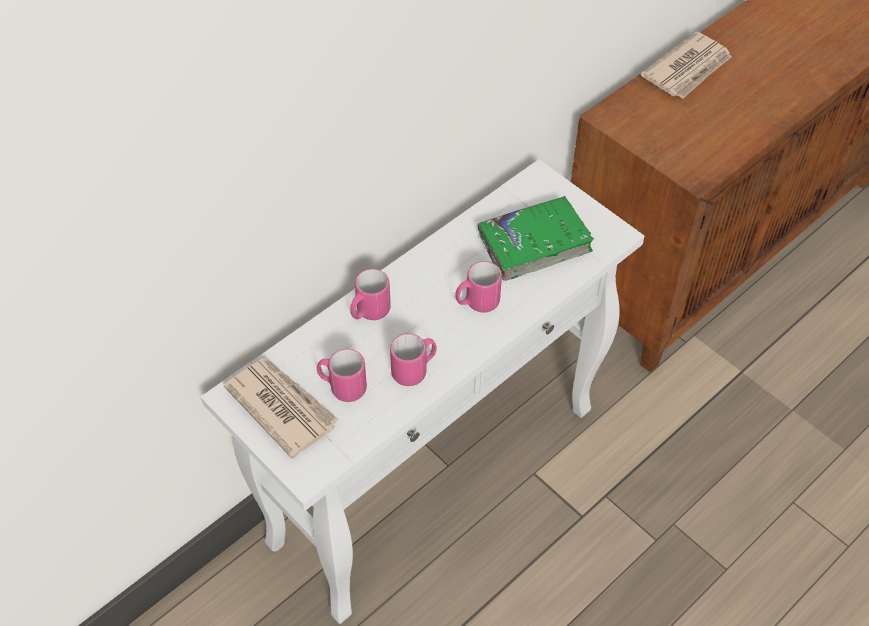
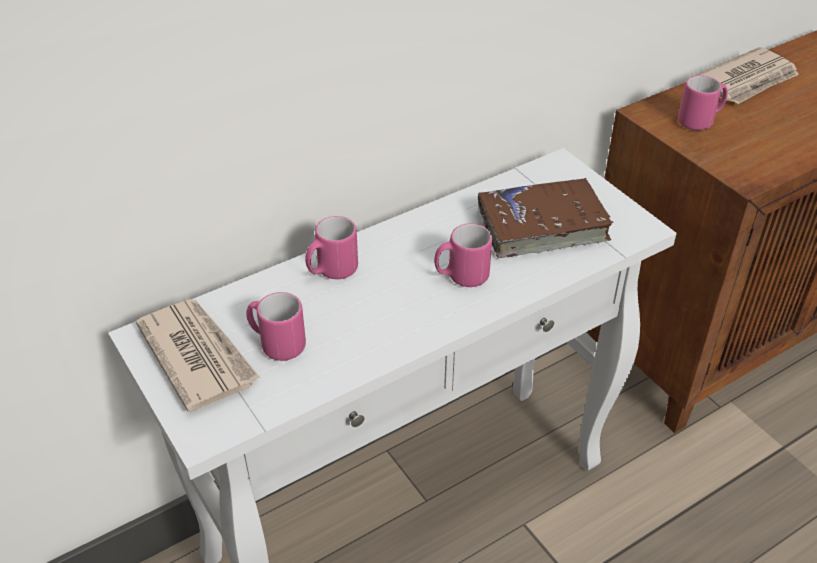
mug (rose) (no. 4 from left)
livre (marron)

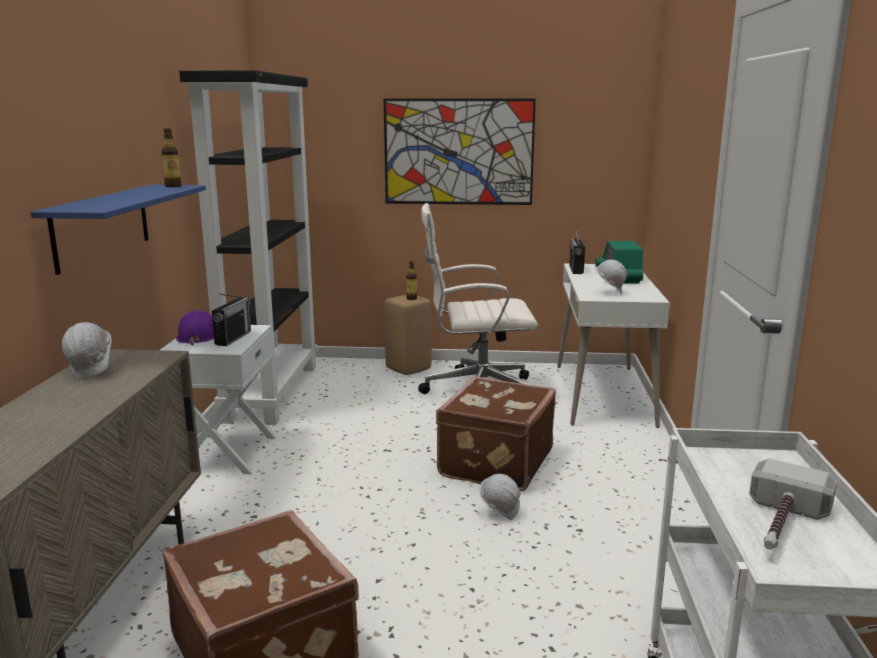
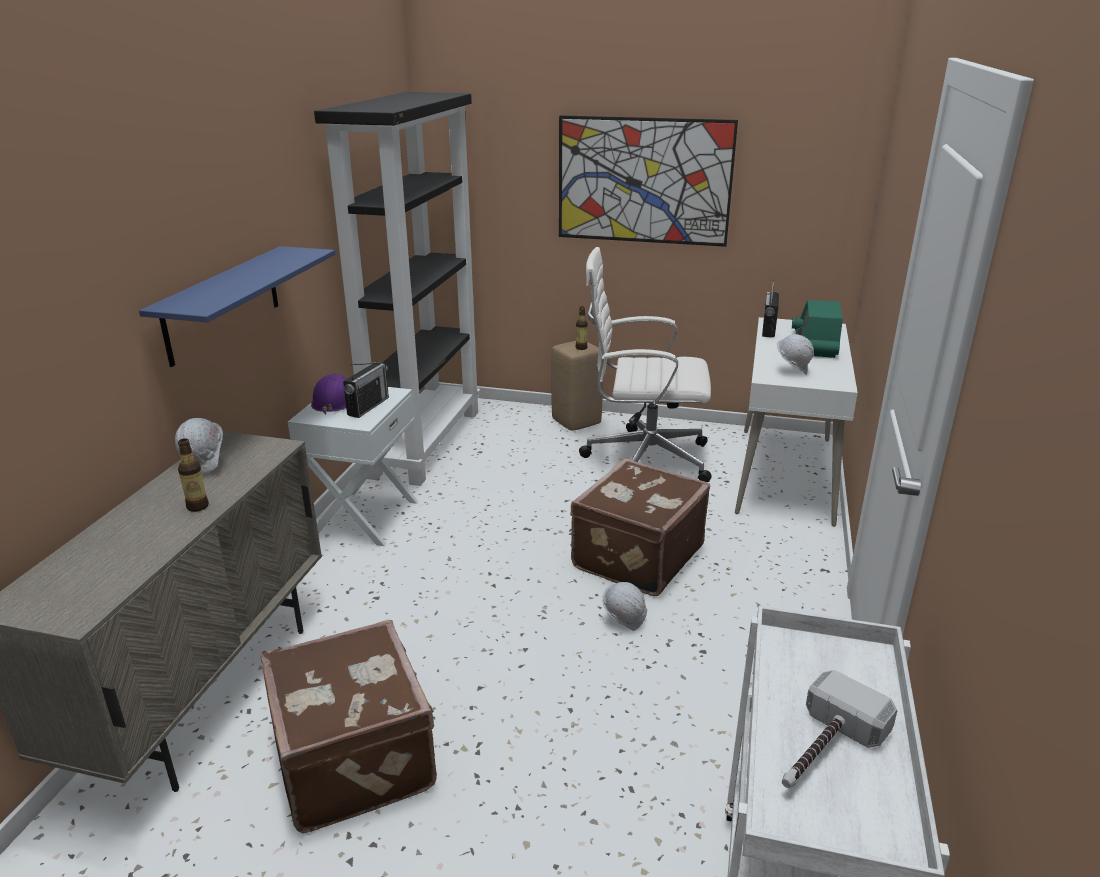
bouteille (no. 1 from left)

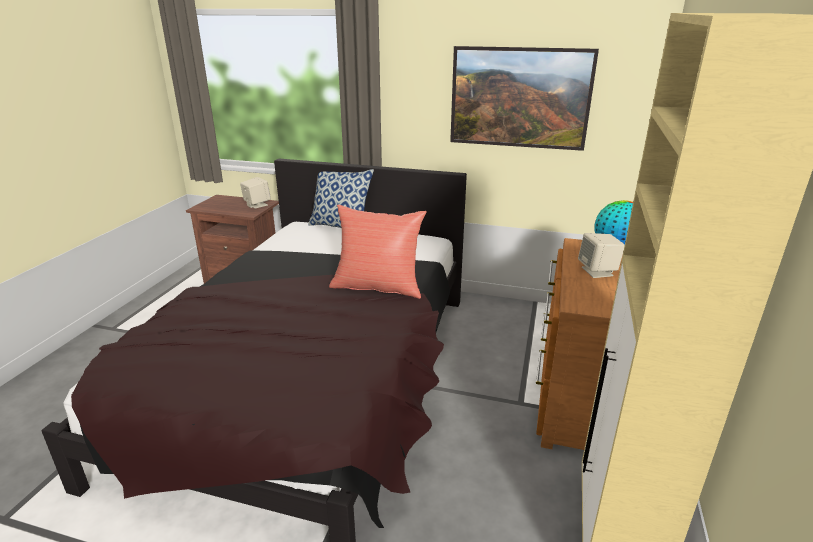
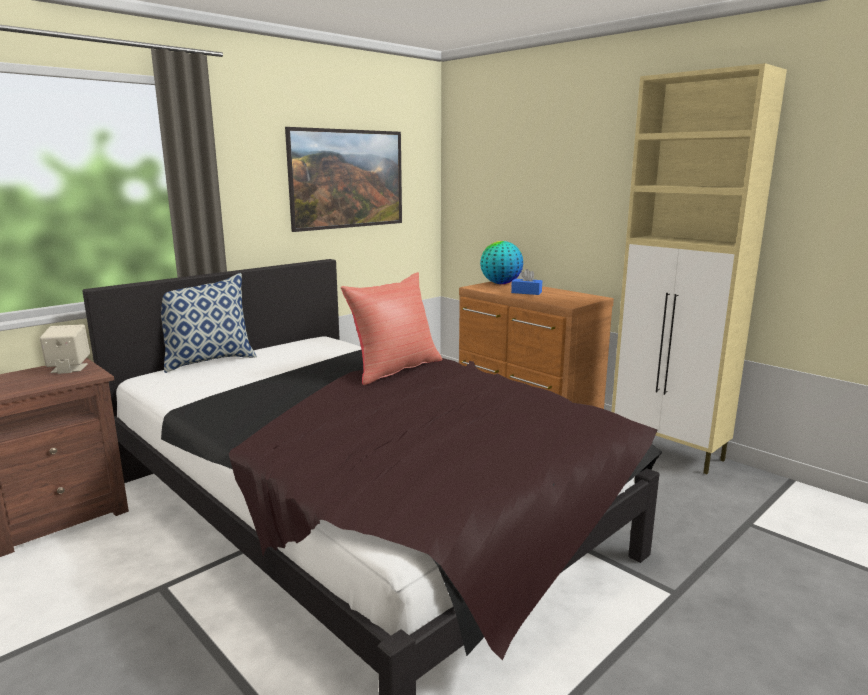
boîte à mouchoirs (bleu)

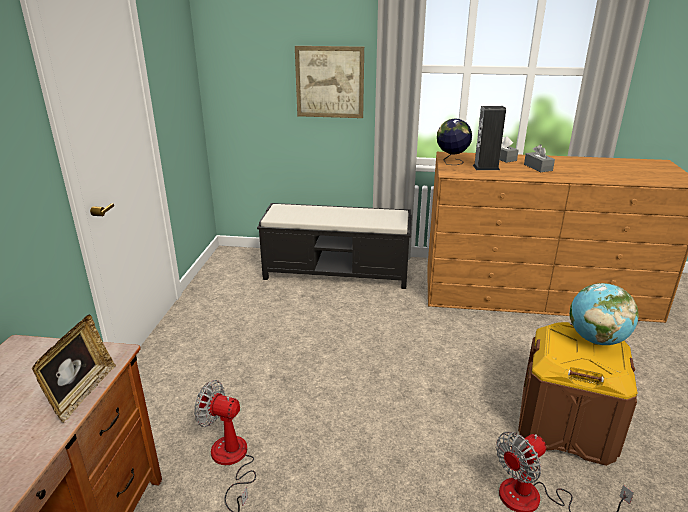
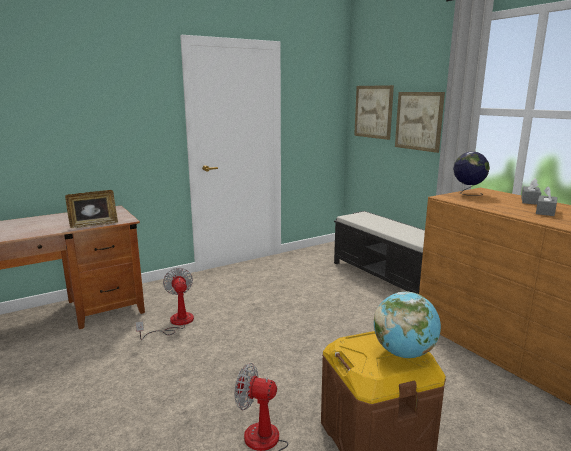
enceinte
tableau (no. 1 from left)

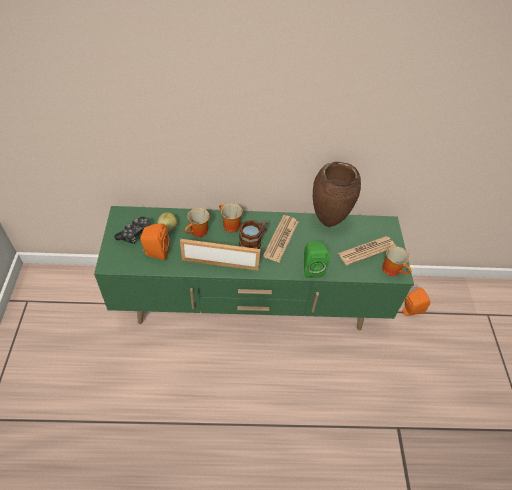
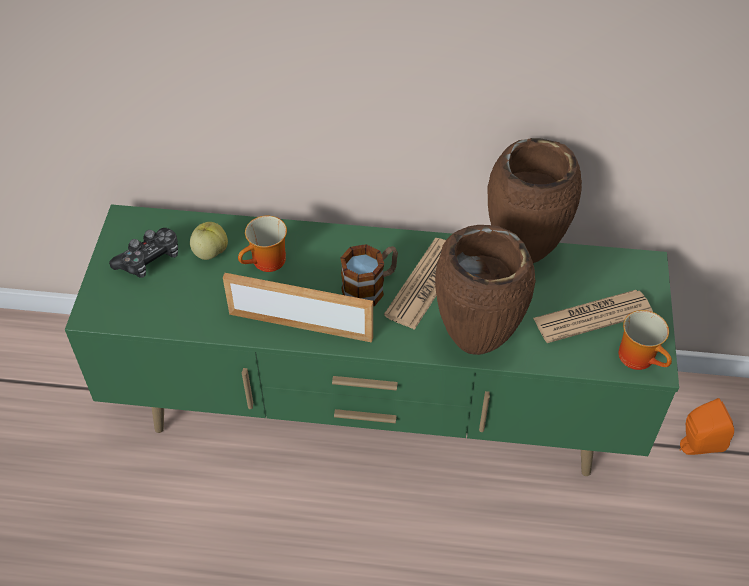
enceinte (orange) (no. 1 from left in the first image)
mug (no. 2 from left in the first image)
vase (marron) (no. 1 from left)

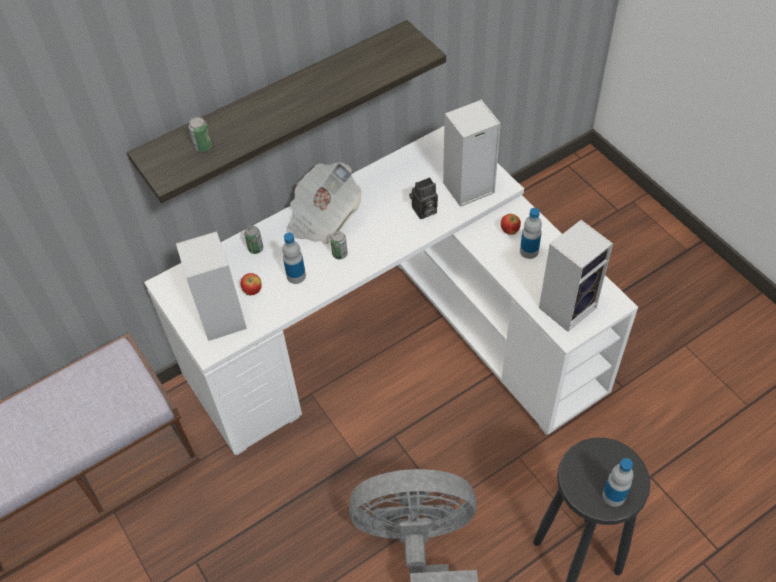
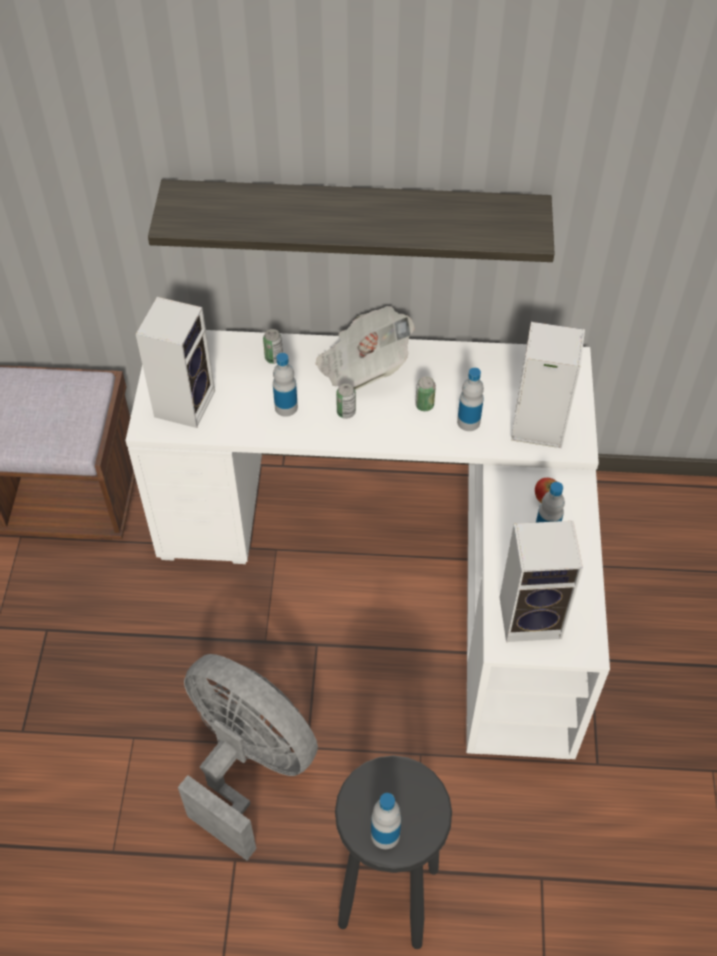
pomme (no. 1 from left in the first image)
boîte métallique (no. 3 from left)
bouteille (no. 3 from left)

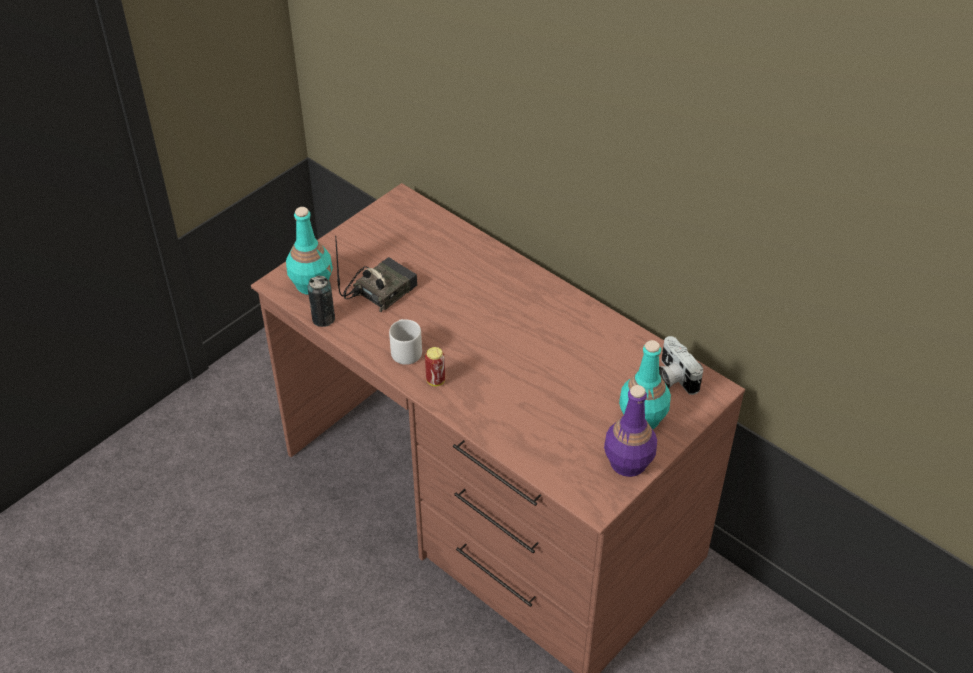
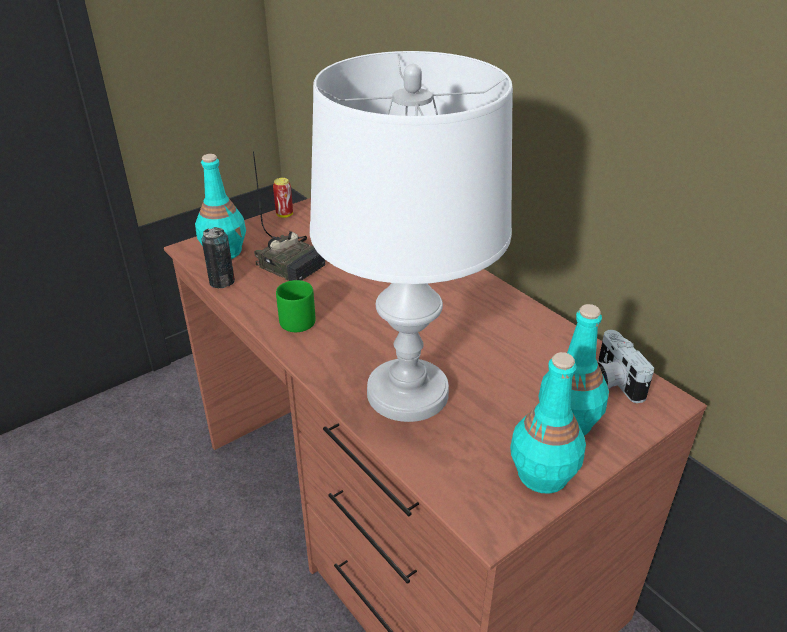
lampe de table (blanc)
boîte métallique (no. 2 from left)
mug (vert)
bouteille (turquoise) (no. 2 from left)
radio

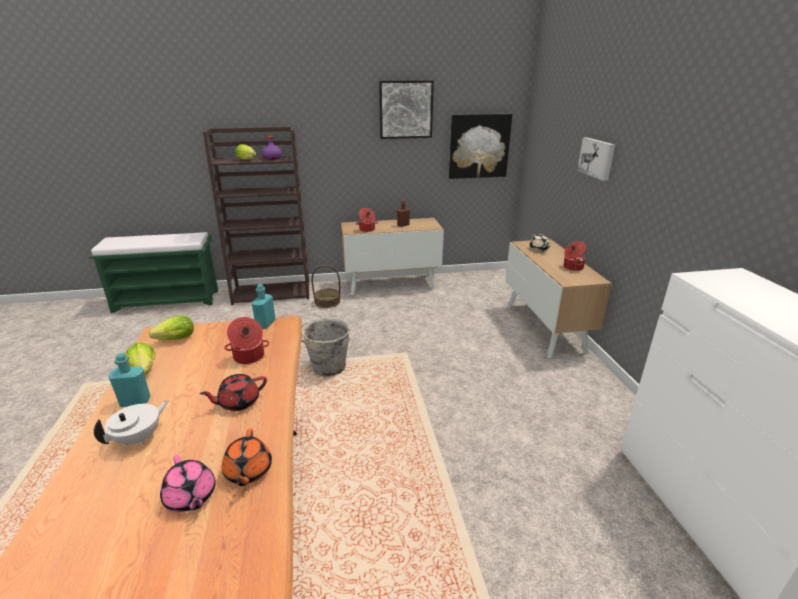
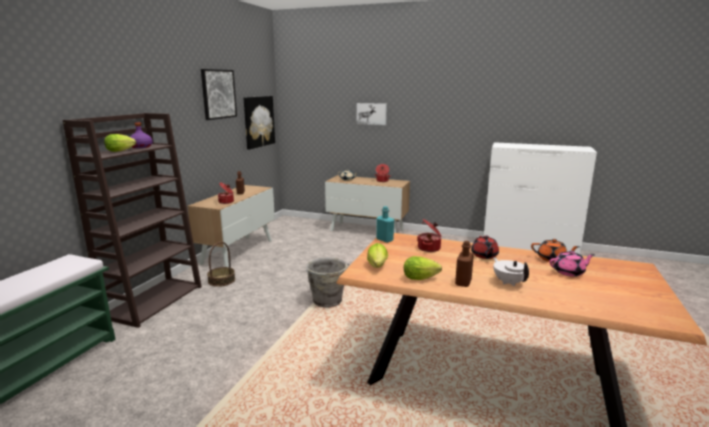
bouteille (marron) (no. 2 from left)

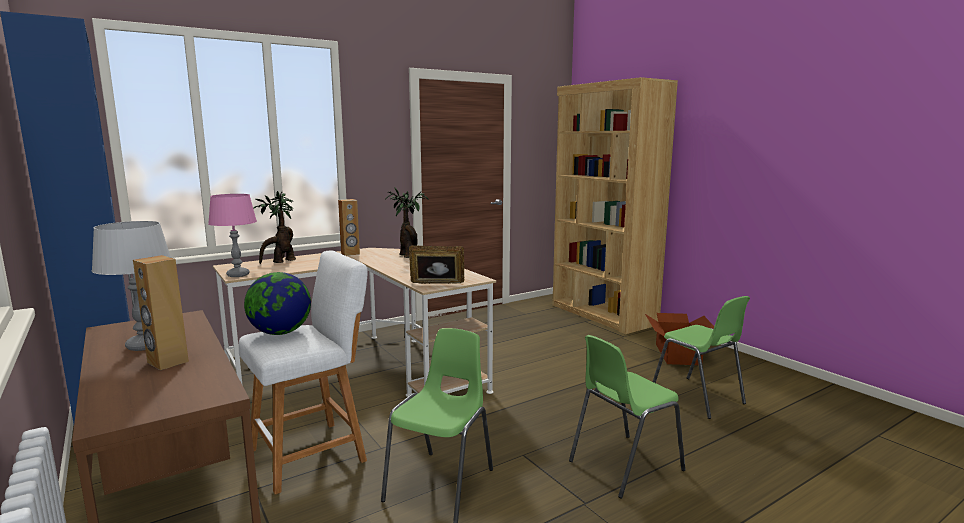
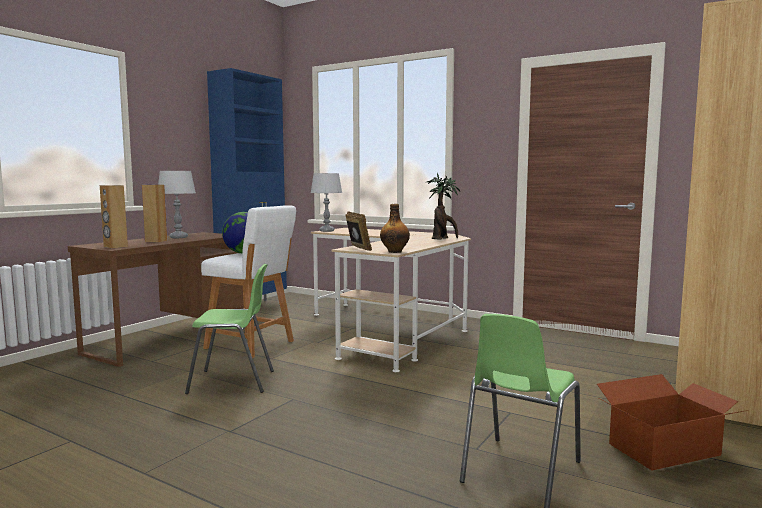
plante en pot (no. 1 from left in the first image)
chaise (vert) (no. 2 from left in the first image)
bouteille
enceinte (marron) (no. 1 from left)
lampe de table (gris) (no. 2 from left)

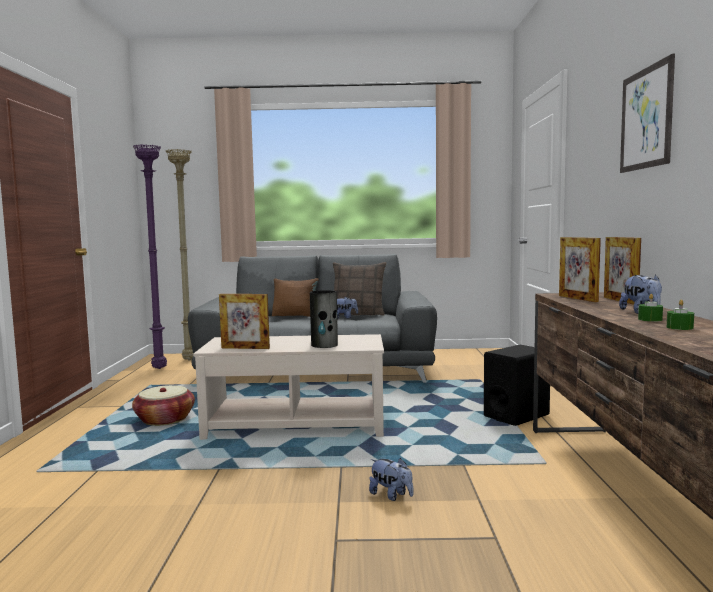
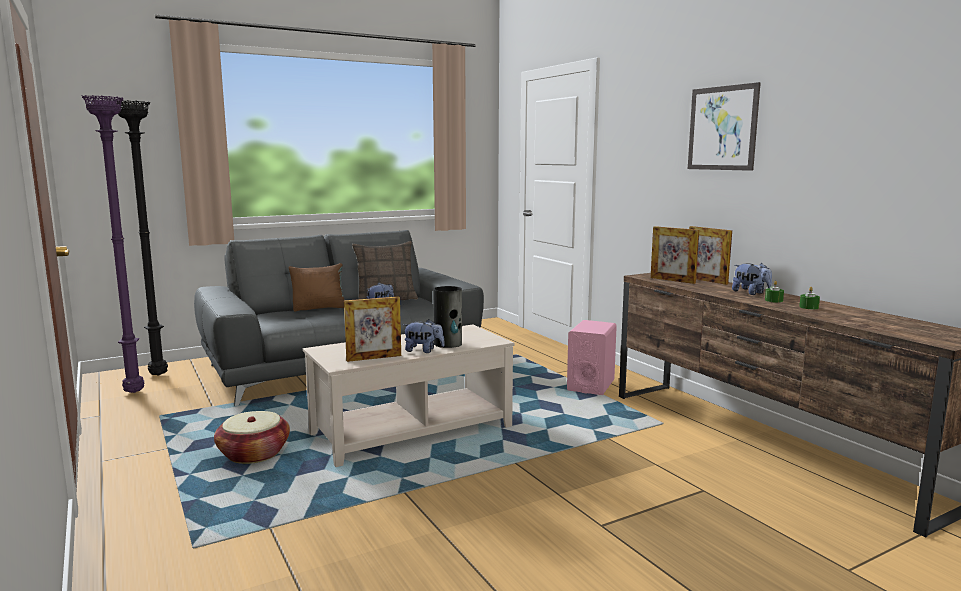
peluche (no. 2 from left)
lampadaire (noir)
enceinte (rose)

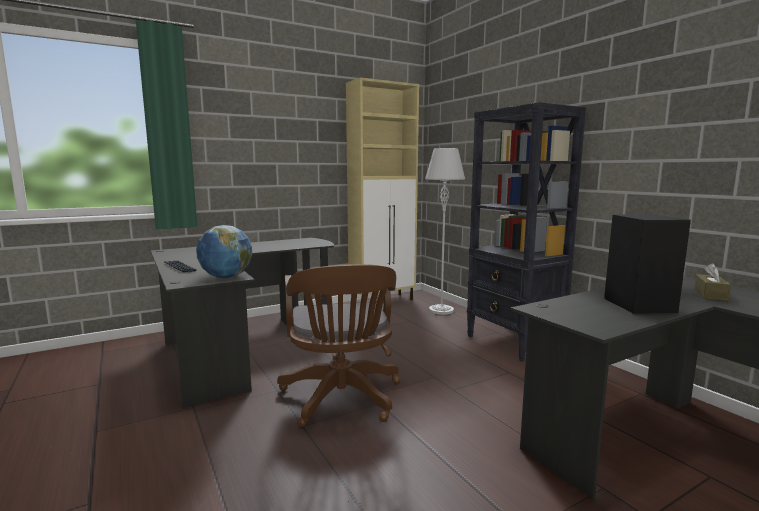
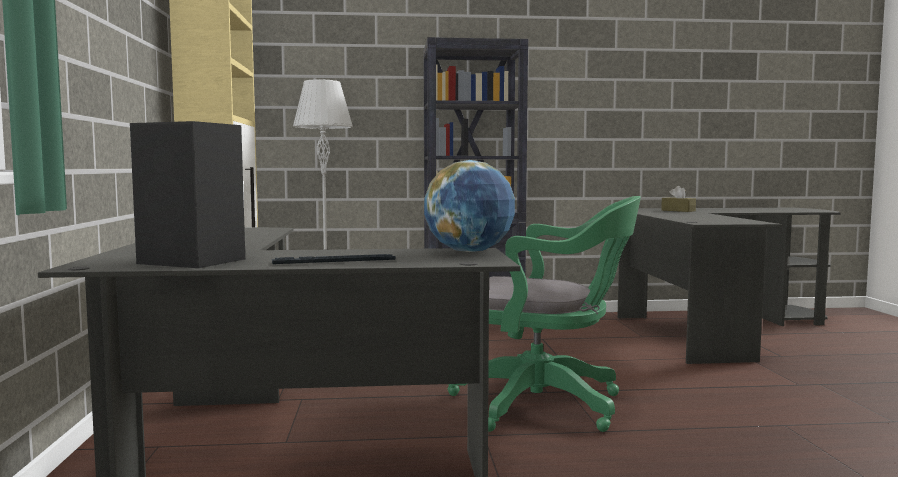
enceinte (noir)
chaise de bureau (vert)

